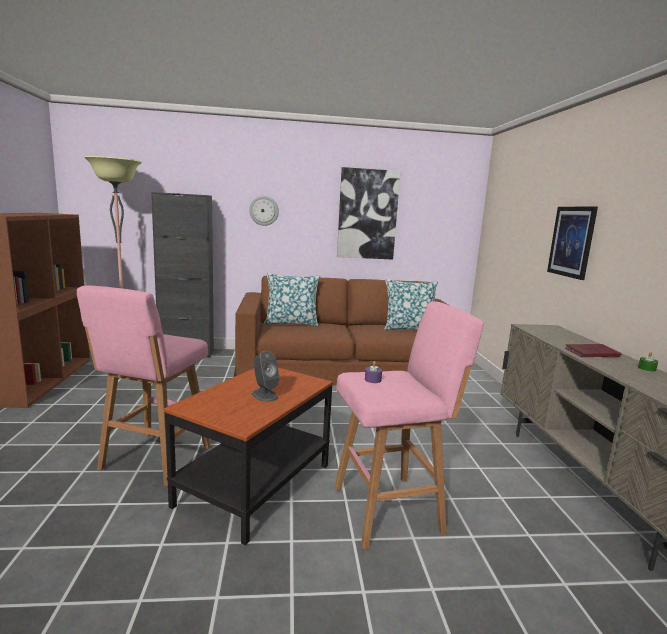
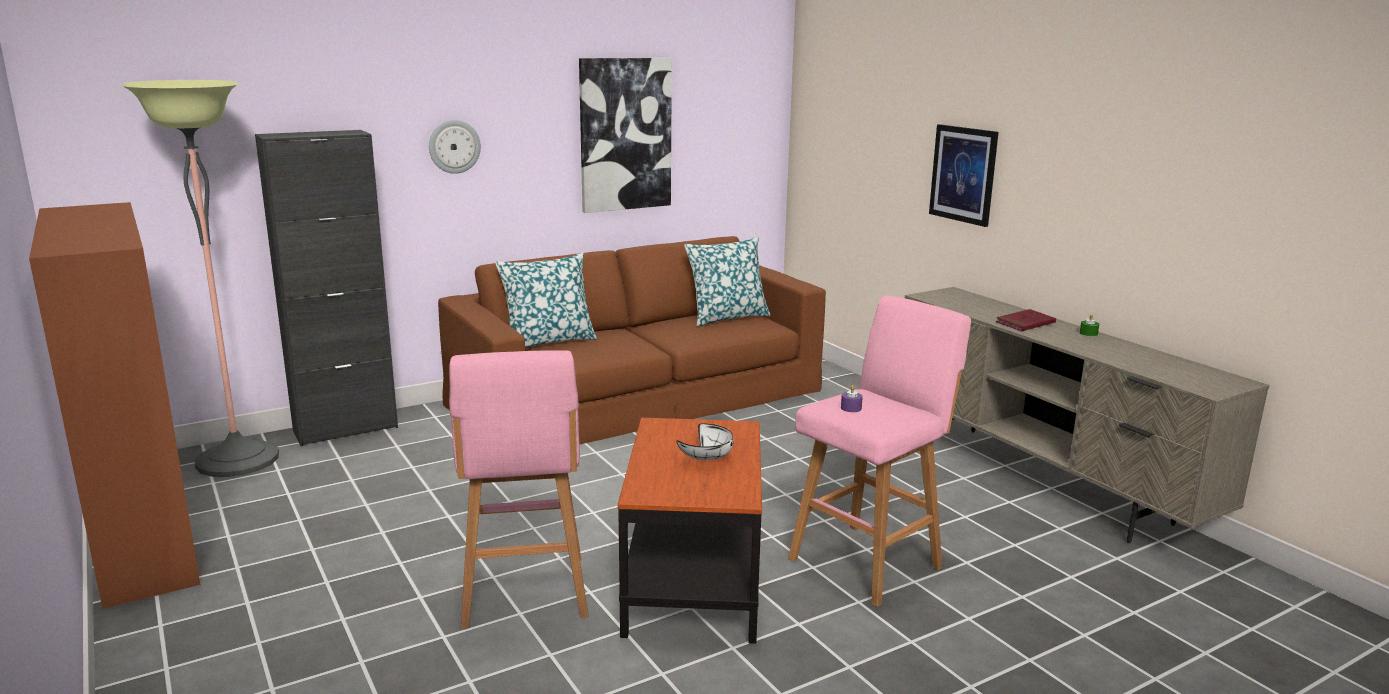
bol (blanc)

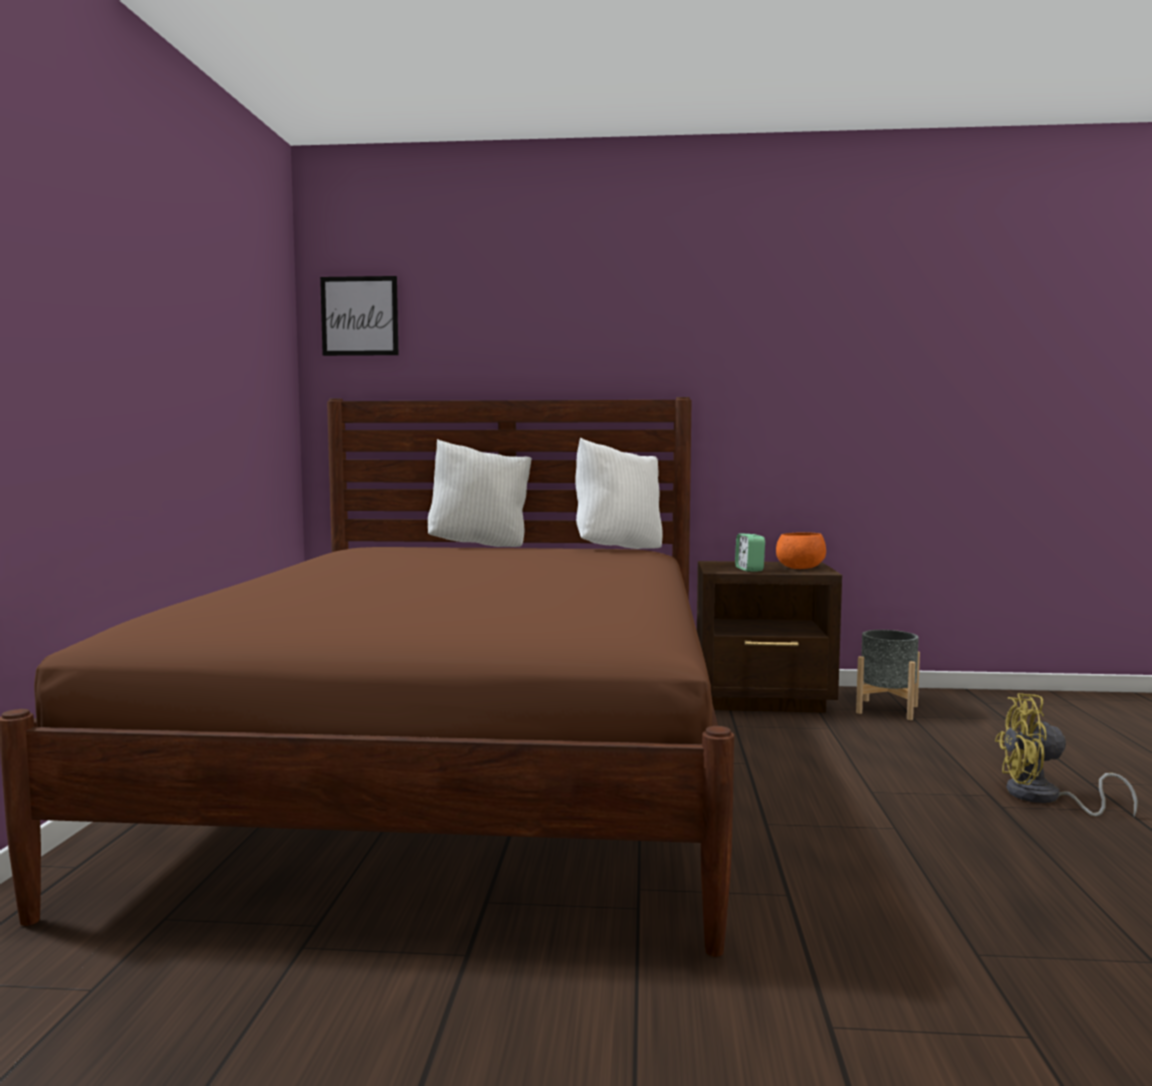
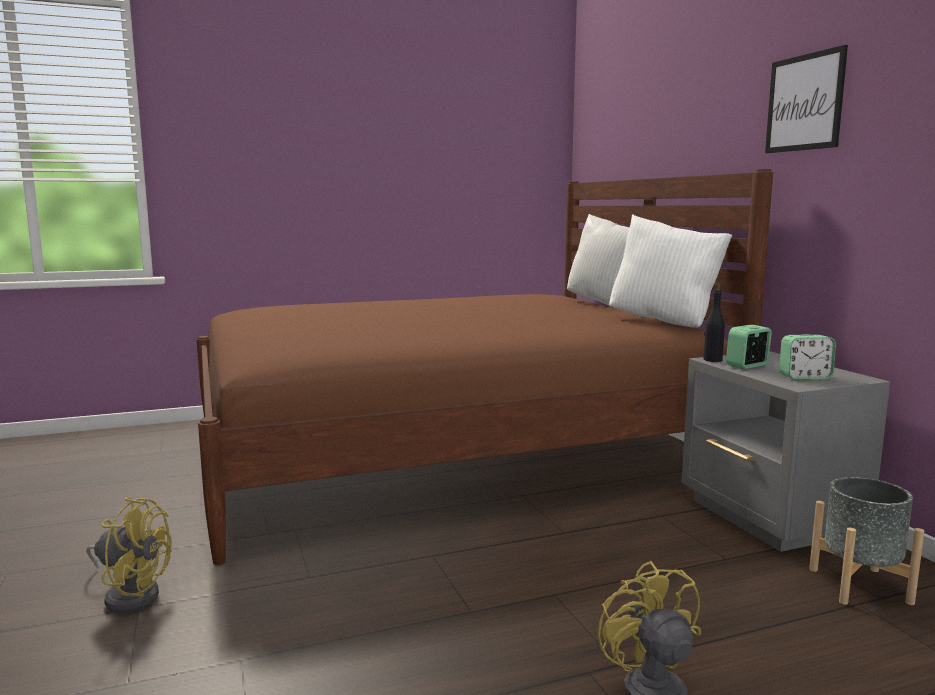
ventilateur (jaune) (no. 1 from left)
bouteille (noir)
tableau
réveil (no. 2 from left)
table de chevet (gris)

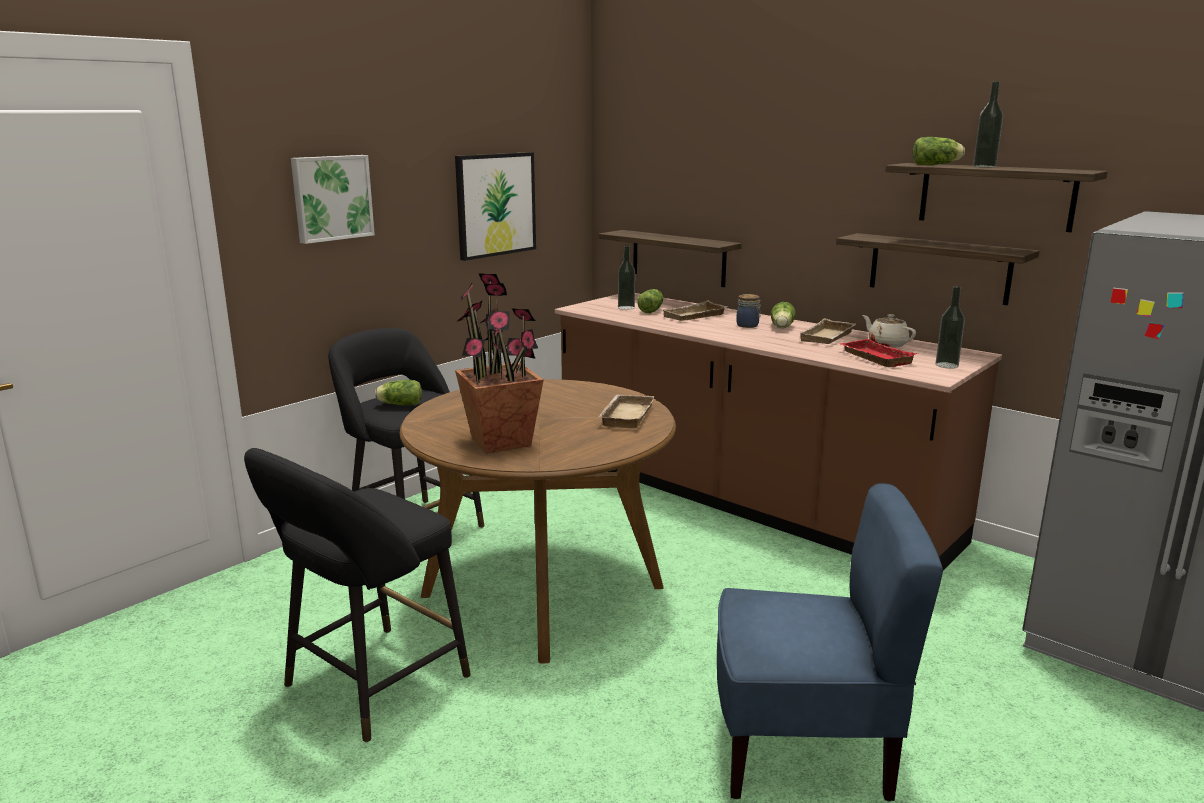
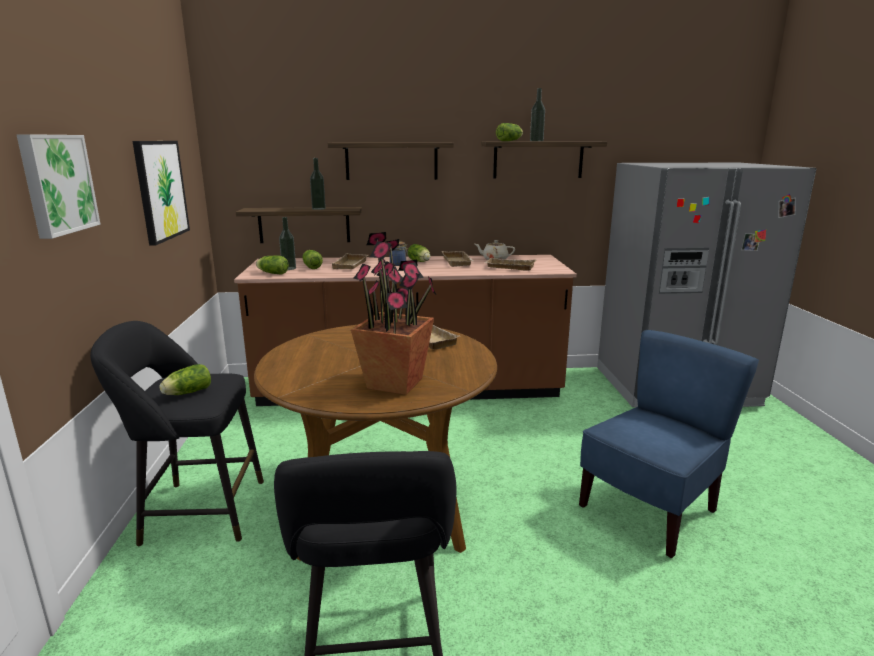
laitue (no. 2 from left)
étagère (no. 2 from left)
bouteille (no. 2 from left)
plateau (beige) (no. 4 from left)

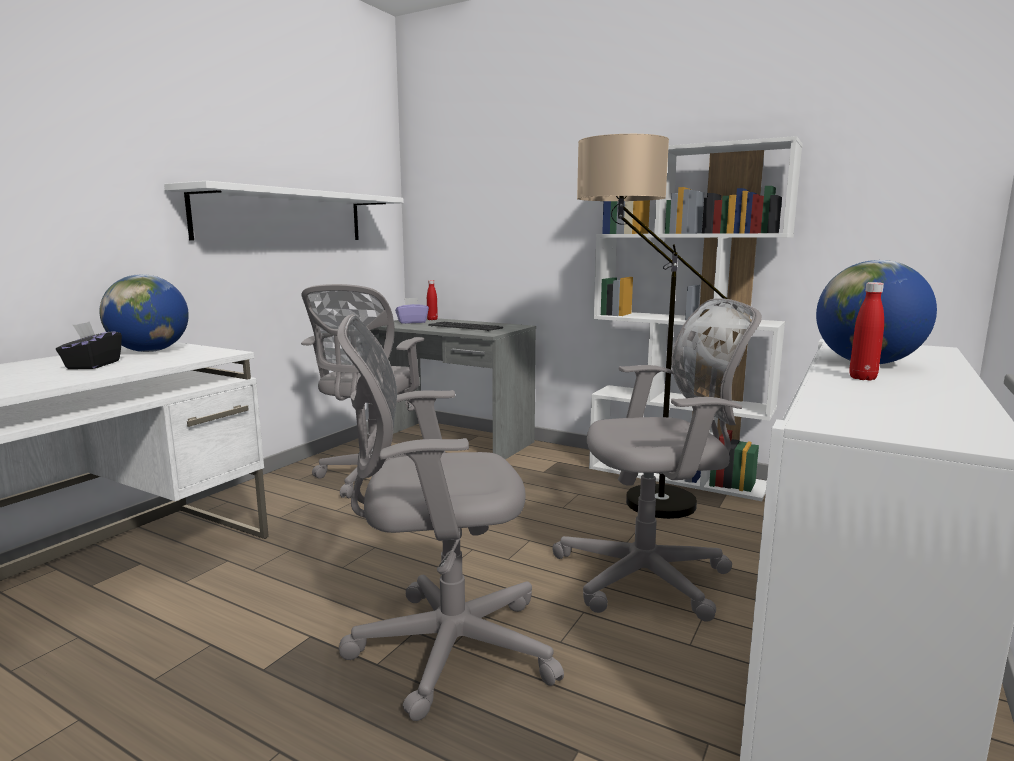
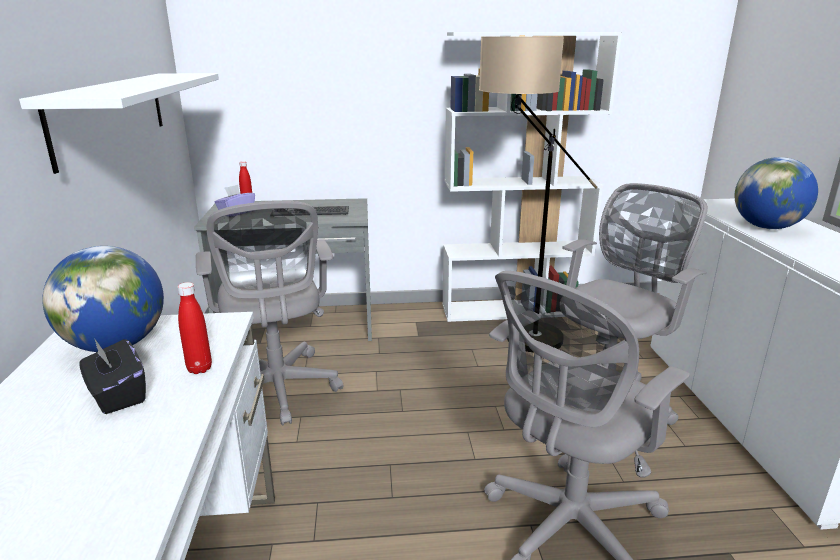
bouteille (rouge) (no. 1 from left)

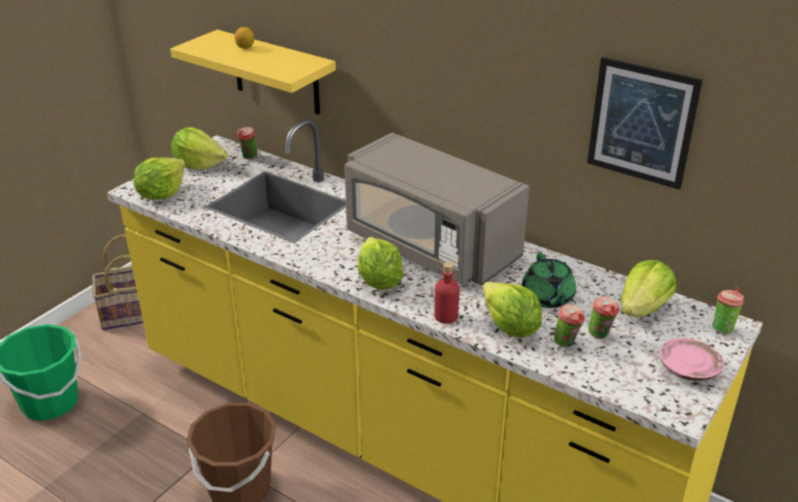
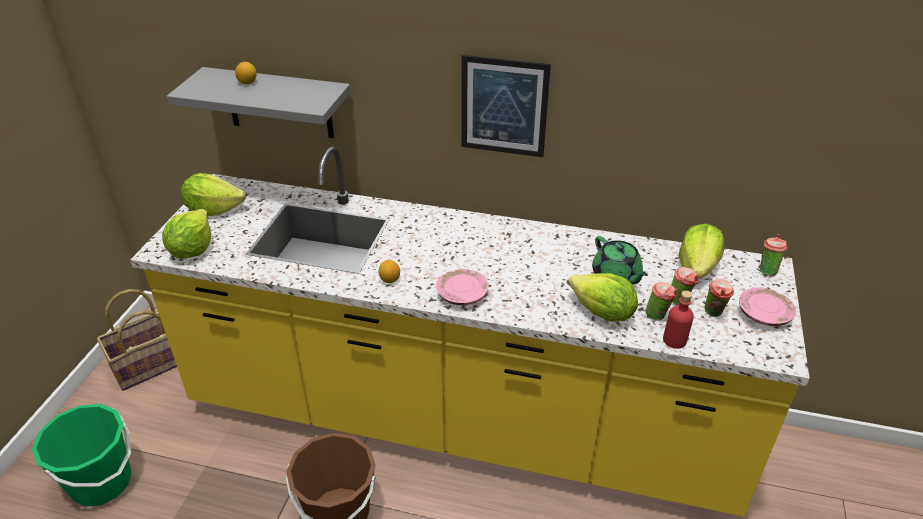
micro-ondes (gris)
citron (no. 2 from left)
tasse (no. 3 from left)
bouteille (rouge)
tableau
assiette (rose) (no. 1 from left)
étagère (gris)

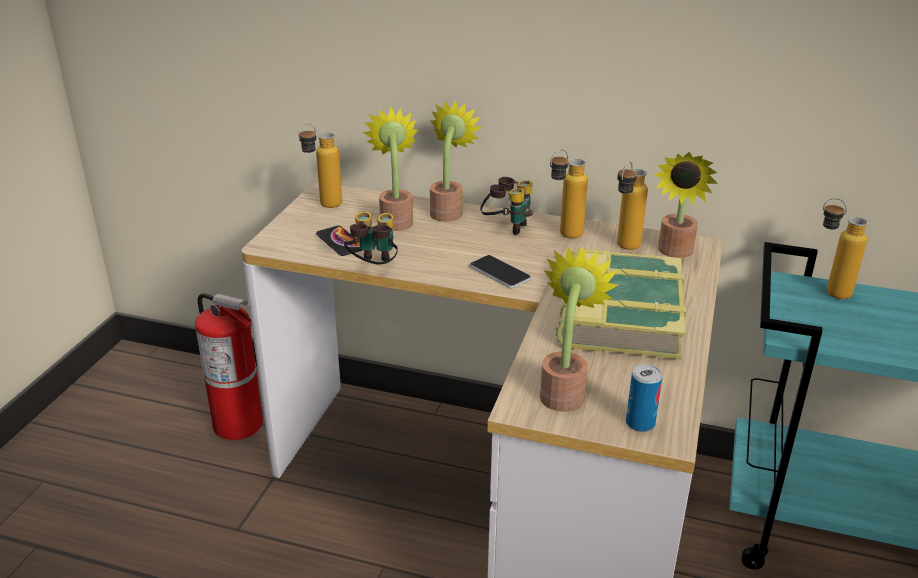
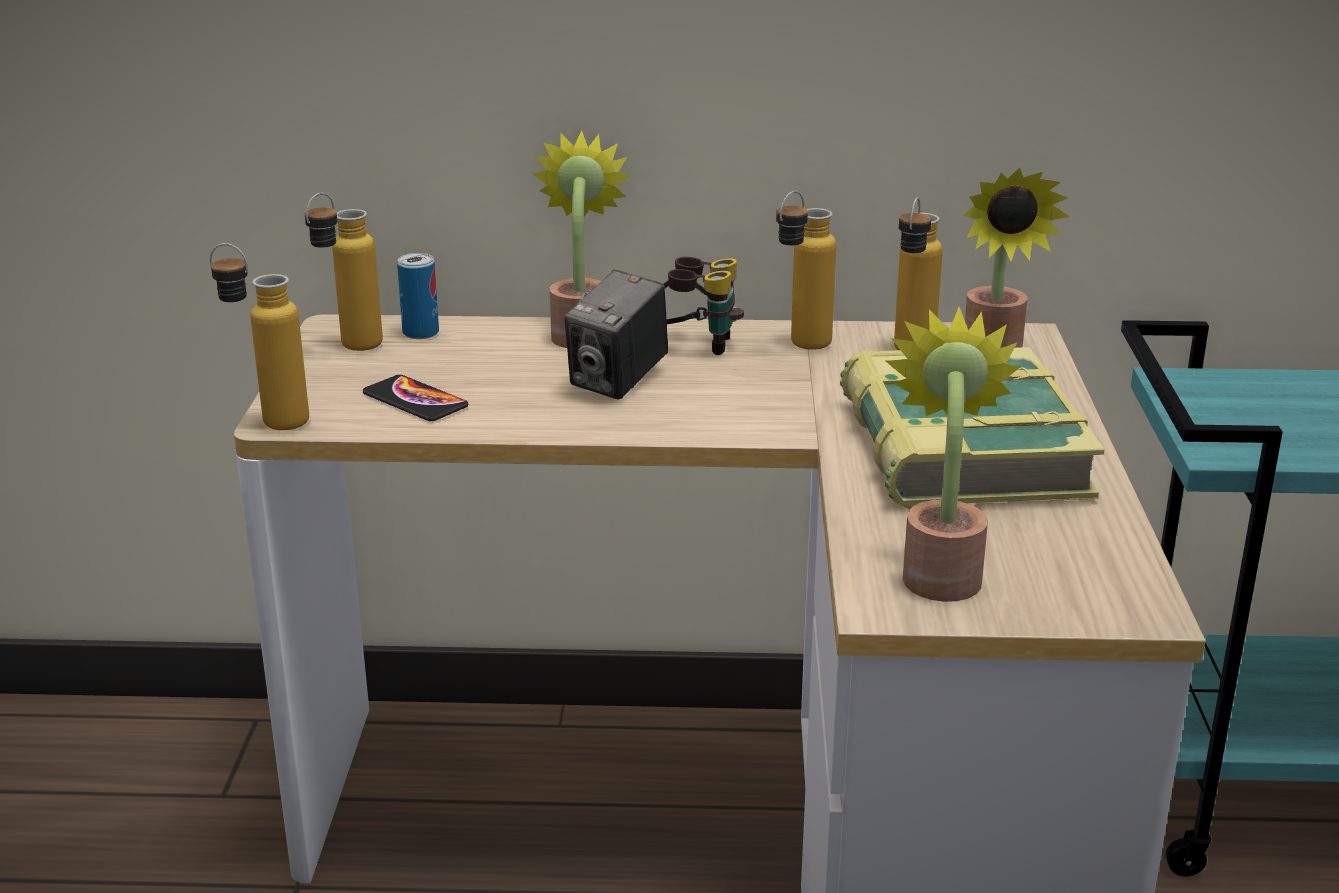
extincteur
jumelles (no. 1 from left in the first image)
plante en pot (no. 1 from left in the first image)
téléphone (no. 2 from left in the first image)
appareil photo
boîte métallique
bouteille (no. 1 from left)

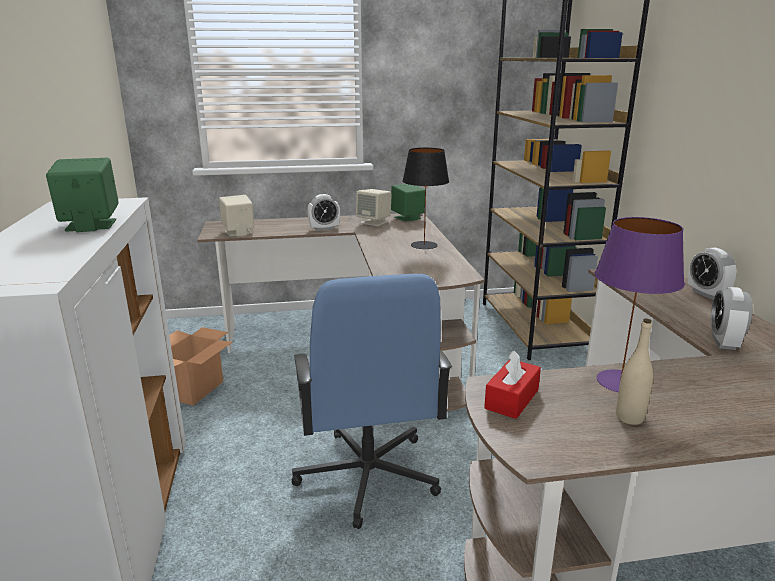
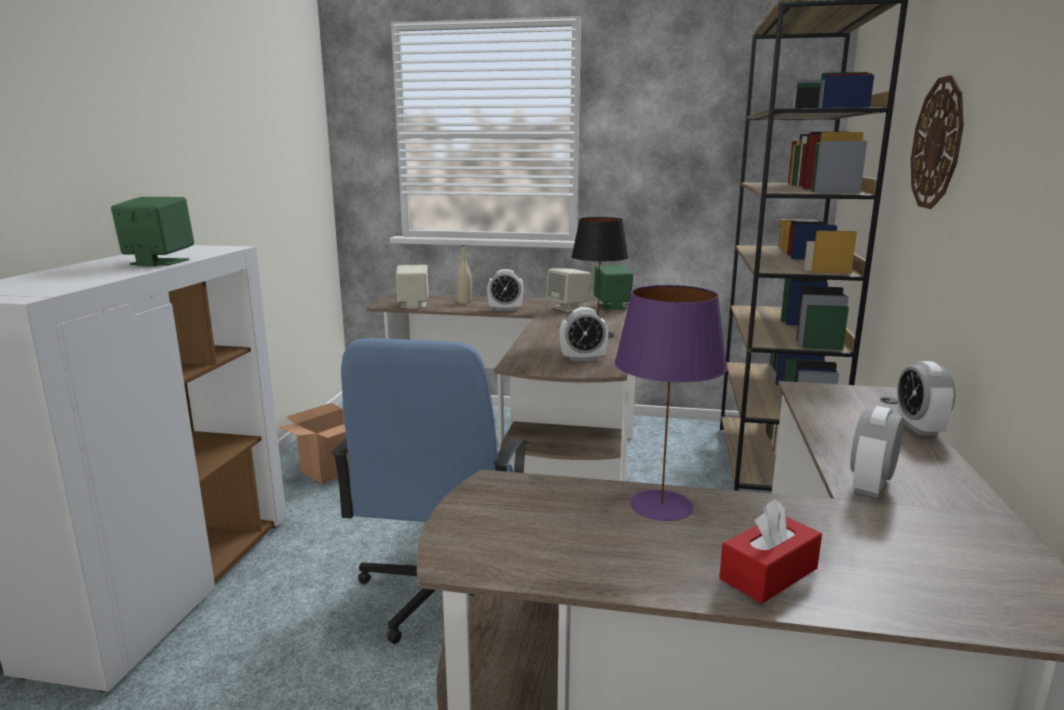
réveil (no. 2 from left)
horloge murale
boîte à mouchoirs (rouge)
bouteille (beige)

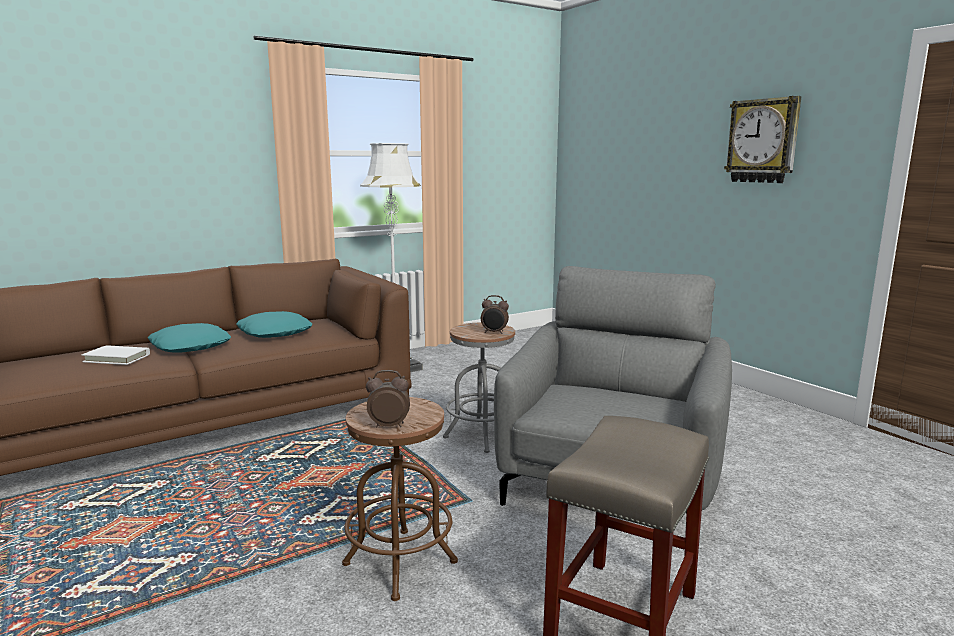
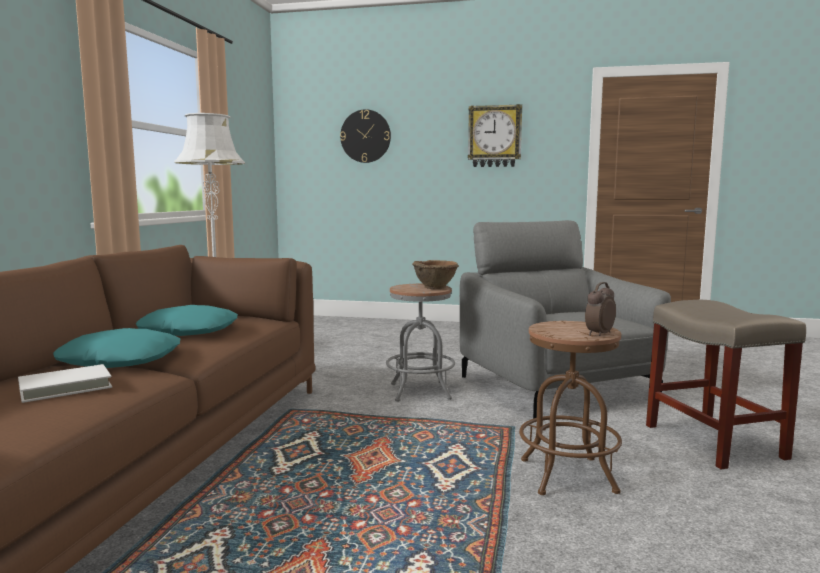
horloge murale (no. 1 from left)
bol (marron)

